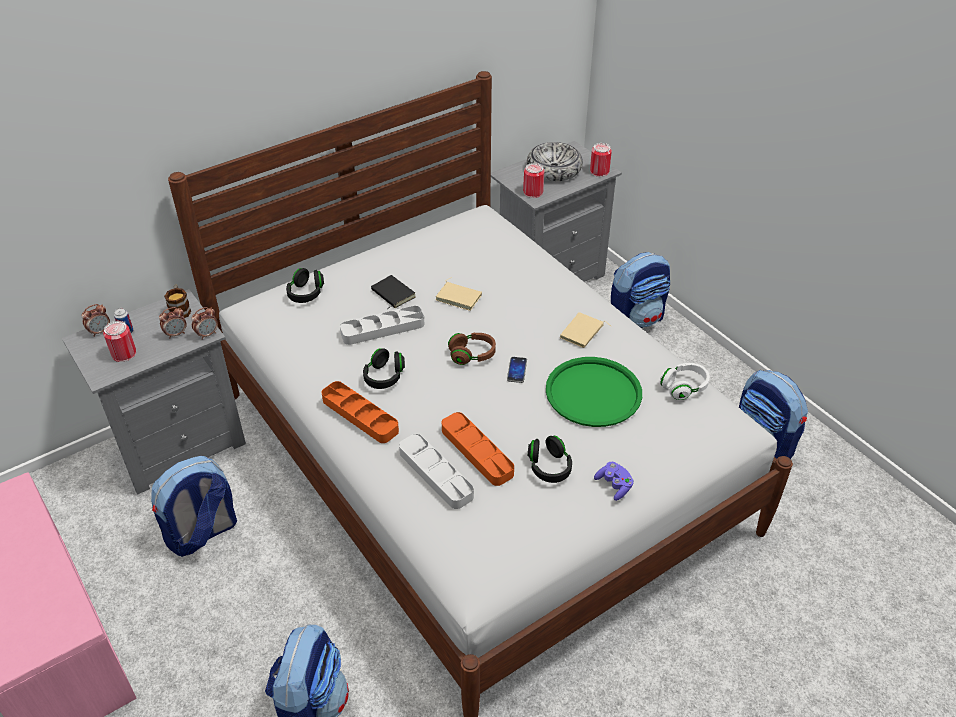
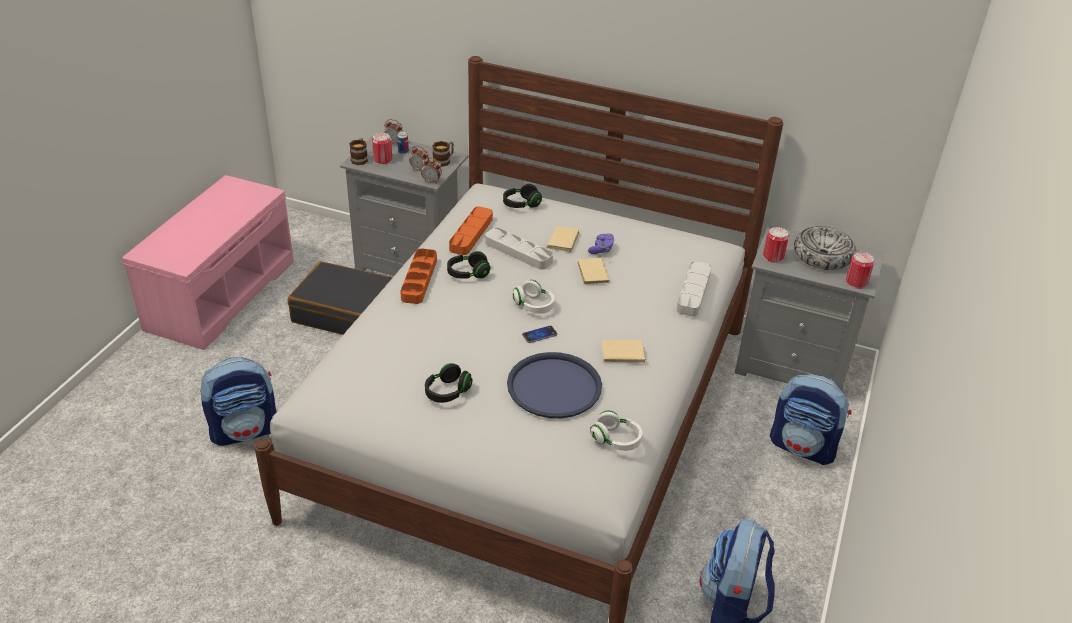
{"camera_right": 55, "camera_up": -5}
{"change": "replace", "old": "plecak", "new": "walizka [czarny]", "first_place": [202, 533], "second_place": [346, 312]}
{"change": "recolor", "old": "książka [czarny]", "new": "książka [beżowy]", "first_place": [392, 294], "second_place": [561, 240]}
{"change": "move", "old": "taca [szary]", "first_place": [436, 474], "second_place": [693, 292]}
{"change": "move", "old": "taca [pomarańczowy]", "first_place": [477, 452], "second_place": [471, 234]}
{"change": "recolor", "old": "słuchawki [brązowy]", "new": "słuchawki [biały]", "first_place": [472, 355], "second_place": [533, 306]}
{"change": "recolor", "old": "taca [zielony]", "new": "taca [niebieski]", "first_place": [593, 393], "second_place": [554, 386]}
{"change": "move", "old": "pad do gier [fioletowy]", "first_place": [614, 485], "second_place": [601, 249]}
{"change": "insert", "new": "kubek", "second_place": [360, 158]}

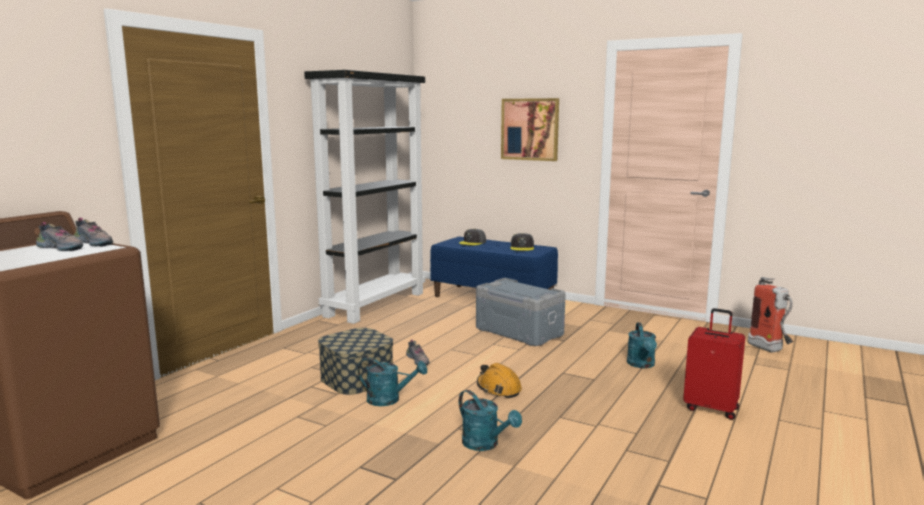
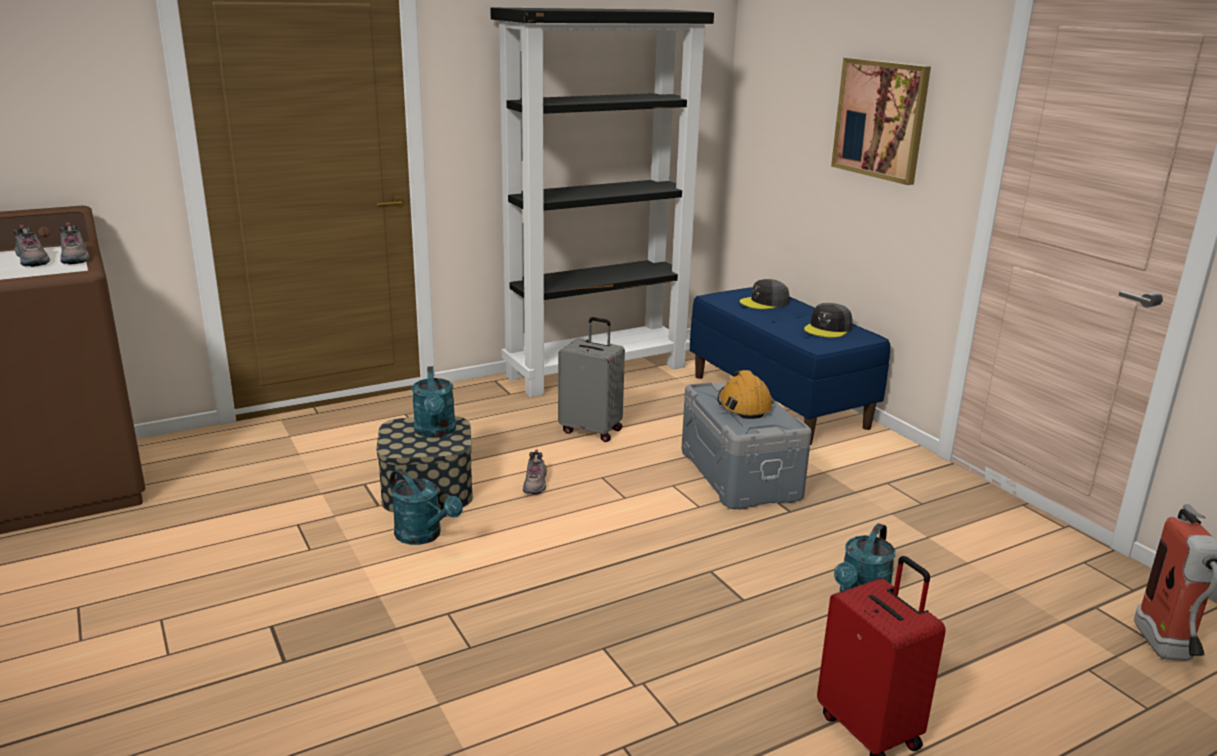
{"camera_right": 30, "camera_up": 10}
{"change": "move", "old": "konewka [turkusowy]", "first_place": [485, 444], "second_place": [435, 432]}
{"change": "move", "old": "kask [pomarańczowy]", "first_place": [498, 388], "second_place": [744, 405]}
{"change": "insert", "new": "walizka [szary]", "second_place": [592, 430]}

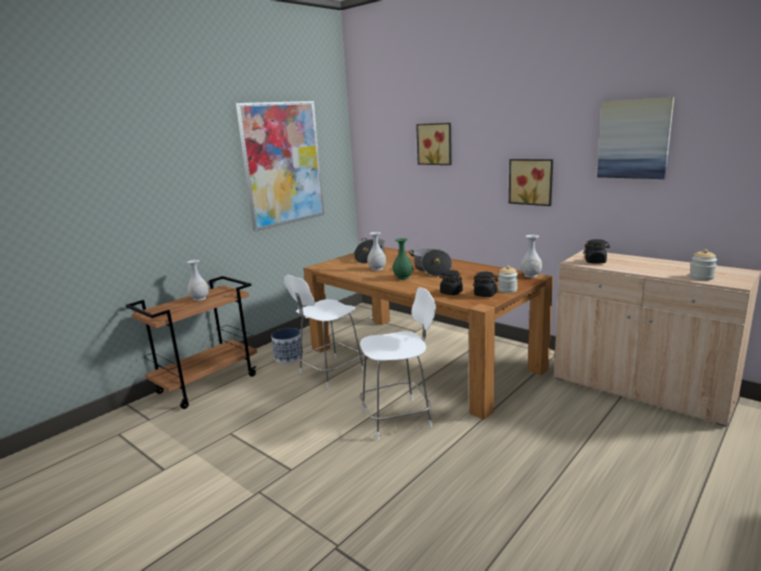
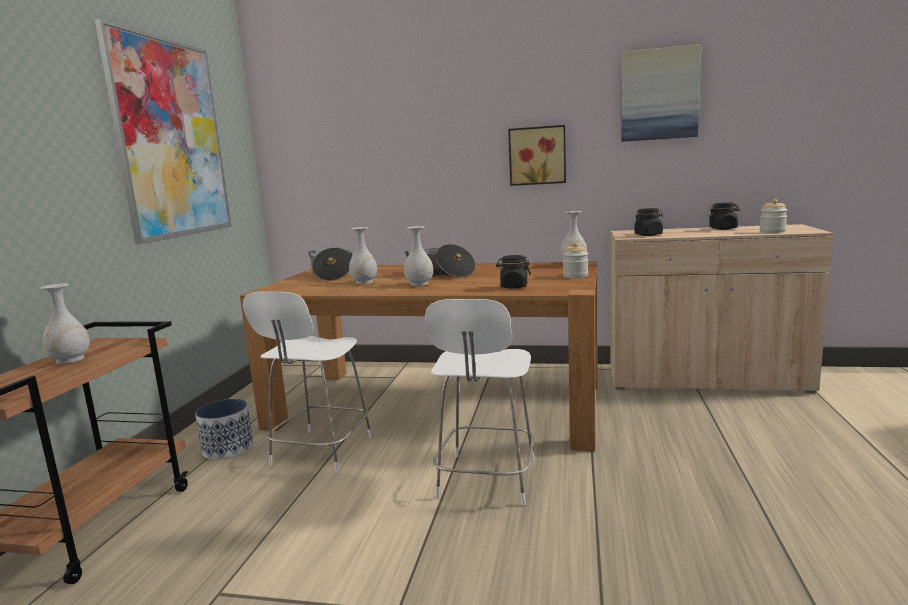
{"camera_right": -30, "camera_up": -5}
{"change": "rotate", "old": "krzesło [biały]", "first_place": [398, 418], "second_place": [486, 480], "degrees": 150}
{"change": "recolor", "old": "wazon [zielony]", "new": "wazon [biały]", "first_place": [403, 277], "second_place": [420, 284]}
{"change": "delete", "old": "obraz", "first_place": [435, 144]}
{"change": "move", "old": "słoik [czarny]", "first_place": [485, 294], "second_place": [723, 228]}

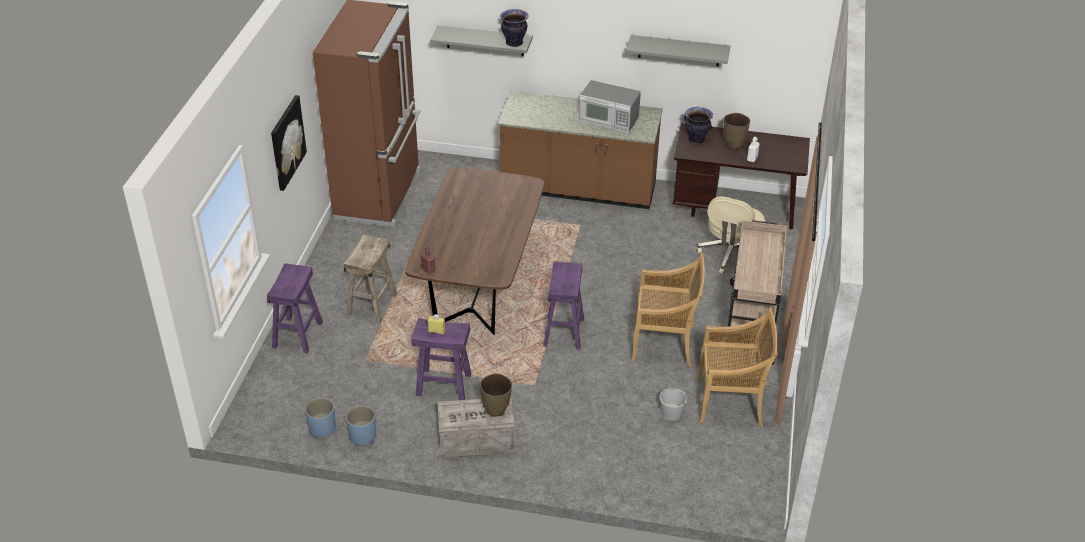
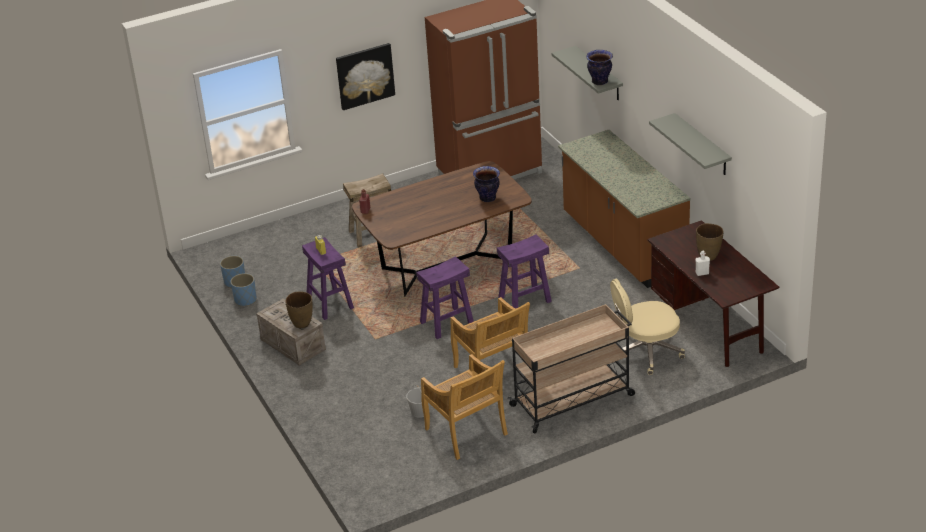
{"camera_right": 55, "camera_up": -5}
{"change": "move", "old": "stołek [fioletowy]", "first_place": [298, 335], "second_place": [524, 300]}
{"change": "delete", "old": "mikrofalówka", "first_place": [608, 120]}
{"change": "move", "old": "wazon", "first_place": [696, 139], "second_place": [488, 198]}

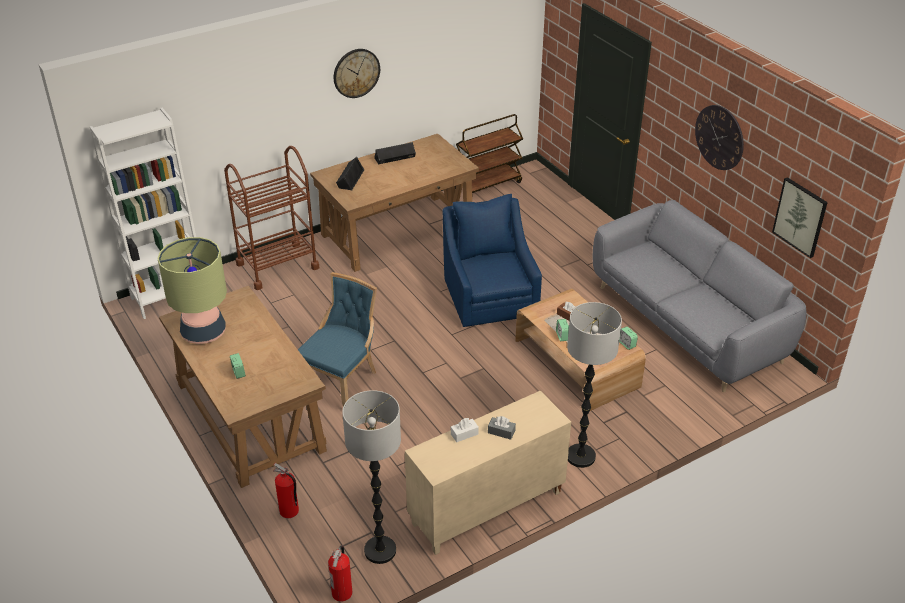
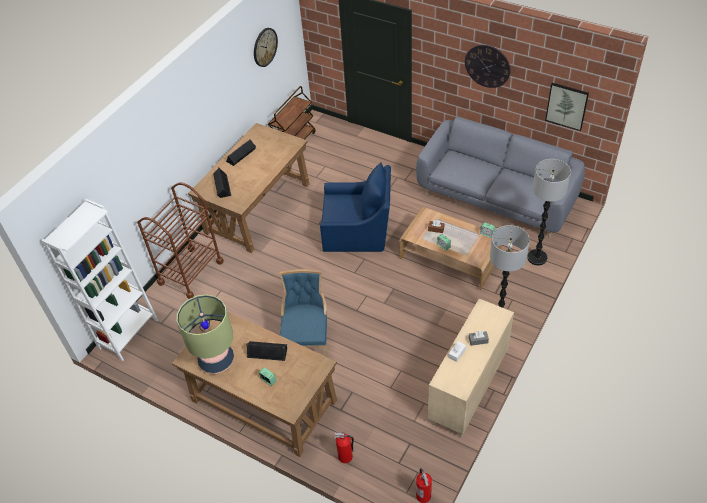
{"camera_right": -25, "camera_up": 10}
{"change": "move", "old": "zegar ścienny", "first_place": [356, 73], "second_place": [265, 47]}
{"change": "move", "old": "lampa stojąca", "first_place": [380, 550], "second_place": [537, 258]}
{"change": "rotate", "old": "fotel [niebieski]", "first_place": [489, 295], "second_place": [358, 231], "degrees": 135}
{"change": "insert", "new": "głośnik [czarny]", "second_place": [267, 352]}

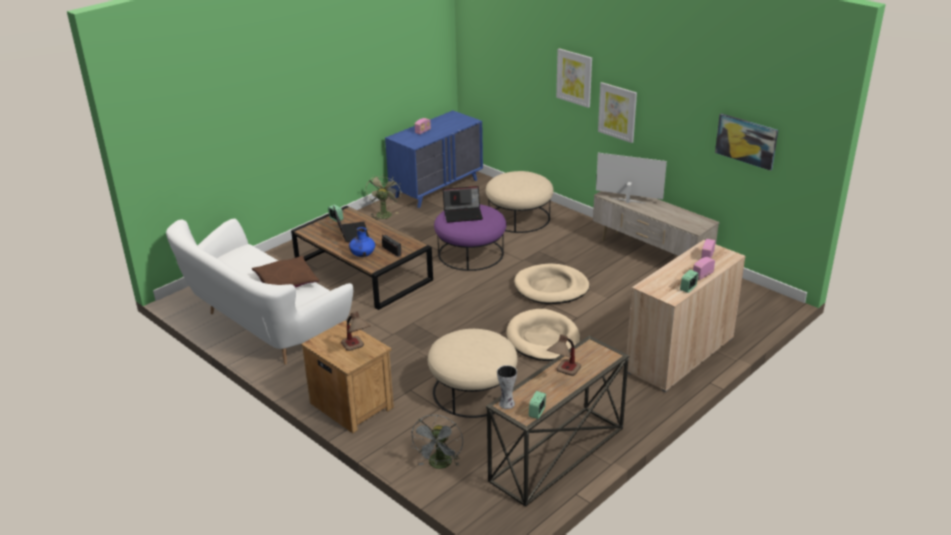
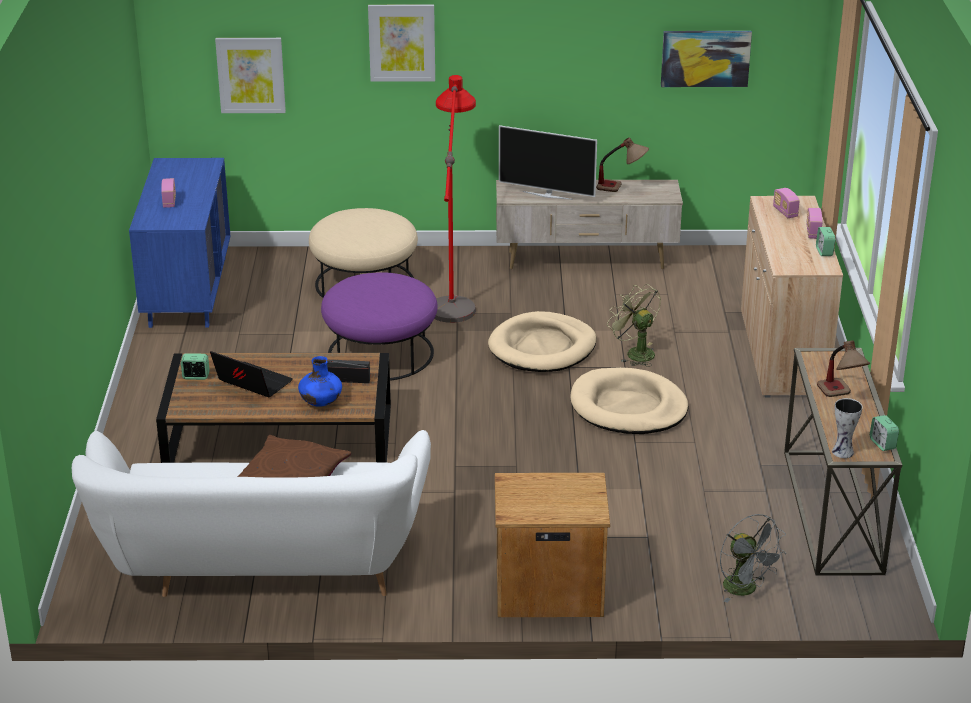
{"camera_right": -45, "camera_up": 0}
{"change": "move", "old": "lampa stołowa", "first_place": [357, 350], "second_place": [622, 188]}
{"change": "move", "old": "wentylator [zielony]", "first_place": [383, 213], "second_place": [635, 352]}
{"change": "delete", "old": "pufa [beżowy]", "first_place": [473, 391]}
{"change": "delete", "old": "laptop", "first_place": [463, 214]}
{"change": "rotate", "old": "telewizor", "first_place": [628, 201], "second_place": [547, 195], "degrees": -135}
{"change": "move", "old": "obraz", "first_place": [617, 112], "second_place": [251, 75]}
{"change": "insert", "new": "lampa stojąca [czerwony]", "second_place": [454, 293]}

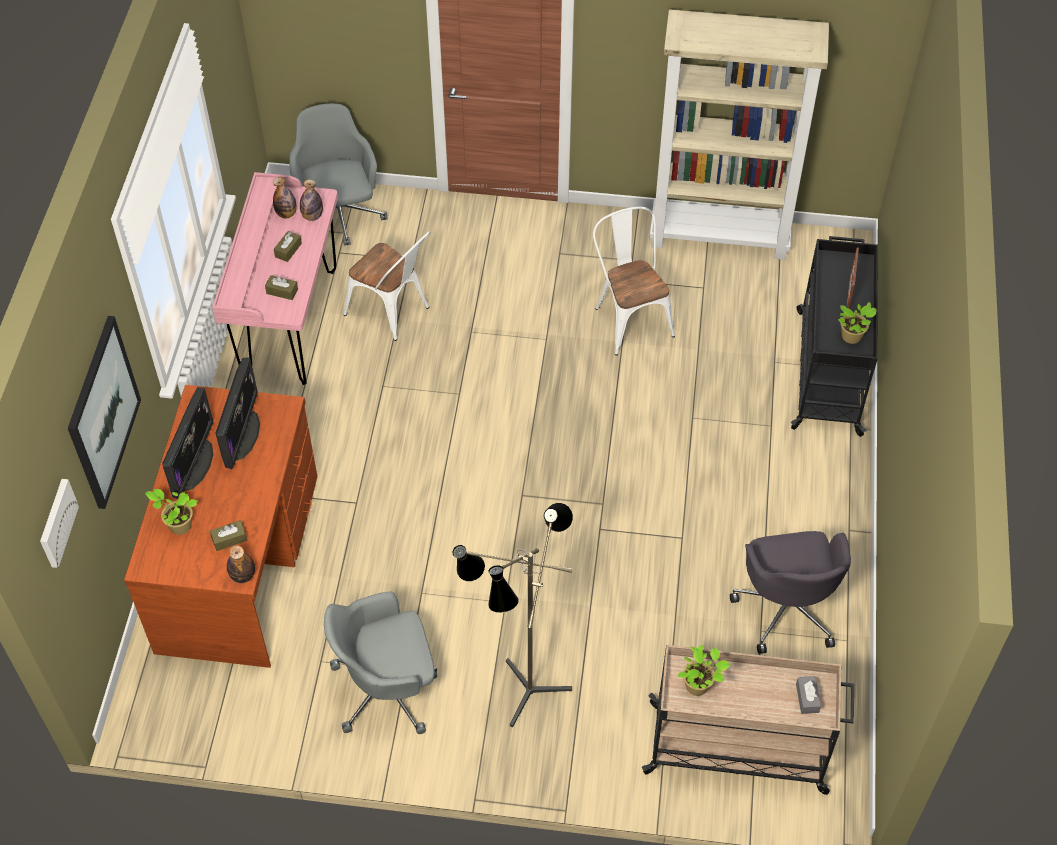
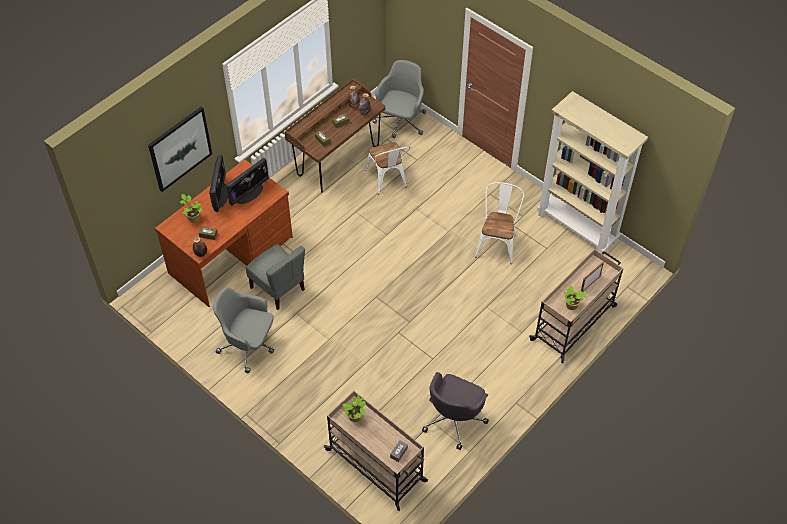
{"camera_right": 35, "camera_up": 0}
{"change": "delete", "old": "obraz", "first_place": [56, 522]}
{"change": "rotate", "old": "monitor", "first_place": [194, 464], "second_place": [220, 195], "degrees": -45}
{"change": "recolor", "old": "biurko [różowy]", "new": "biurko [brązowy]", "first_place": [290, 324], "second_place": [338, 161]}
{"change": "delete", "old": "lampa stojąca", "first_place": [521, 689]}
{"change": "recolor", "old": "wózek [czarny]", "new": "wózek [beżowy]", "first_place": [828, 370], "second_place": [574, 322]}
{"change": "insert", "new": "krzesło [szary]", "second_place": [278, 288]}

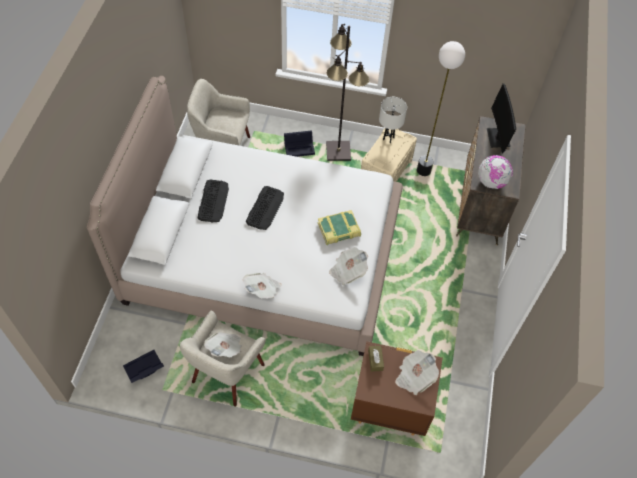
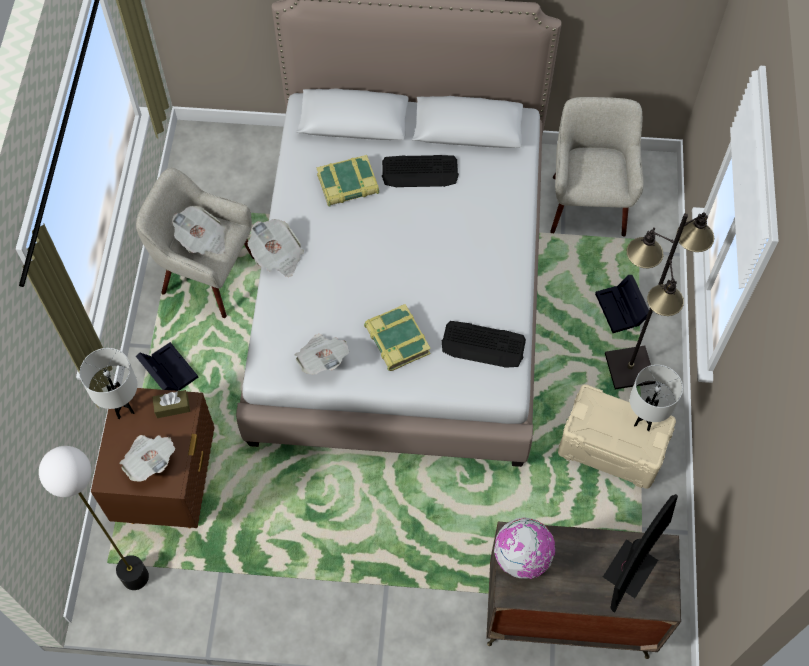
{"camera_right": 85, "camera_up": 5}
{"change": "move", "old": "pojemnik do przechowywania [czarny]", "first_place": [143, 370], "second_place": [167, 371]}
{"change": "move", "old": "klawiatura", "first_place": [265, 208], "second_place": [483, 345]}
{"change": "move", "old": "lampa stojąca", "first_place": [423, 171], "second_place": [134, 577]}
{"change": "rotate", "old": "monitor", "first_place": [498, 138], "second_place": [630, 569], "degrees": 135}
{"change": "insert", "new": "lampa stołowa [biały]", "second_place": [124, 409]}
{"change": "insert", "new": "książka", "second_place": [348, 185]}

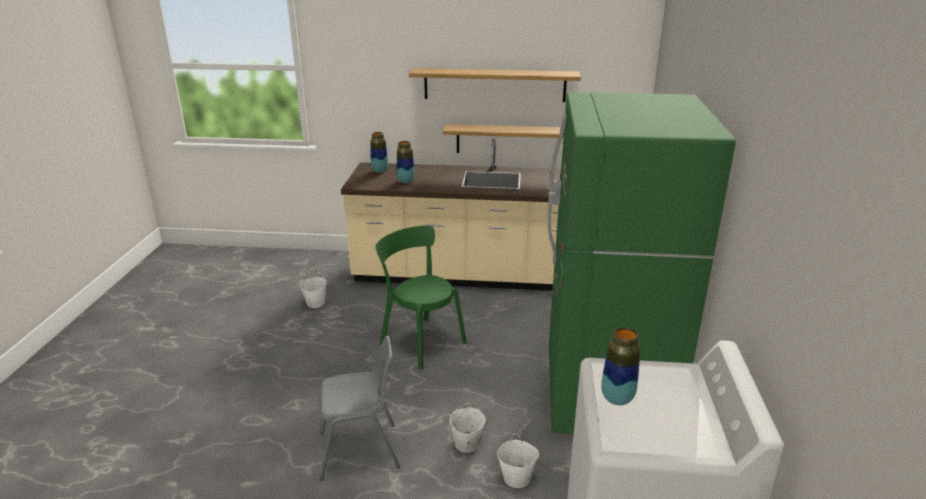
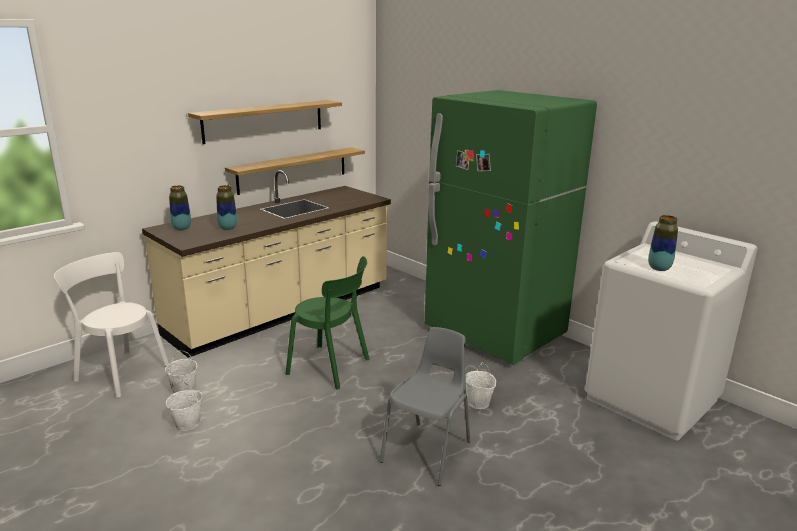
{"camera_right": -50, "camera_up": -5}
{"change": "rotate", "old": "krzesło [zielony]", "first_place": [420, 341], "second_place": [331, 367], "degrees": -150}
{"change": "move", "old": "wiadro [biały]", "first_place": [517, 478], "second_place": [188, 423]}
{"change": "insert", "new": "krzesło [biały]", "second_place": [120, 372]}

